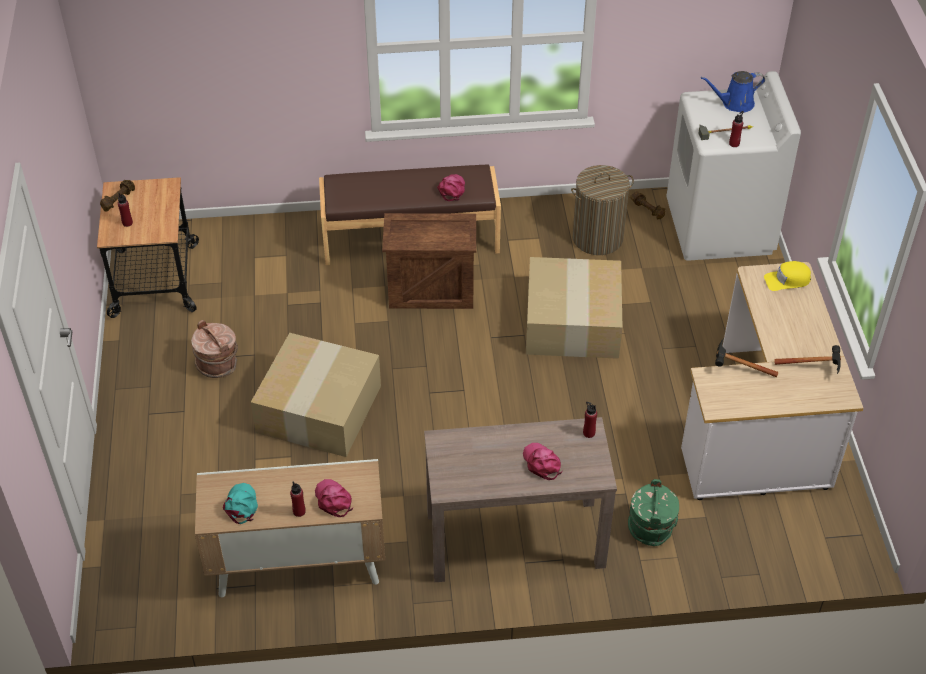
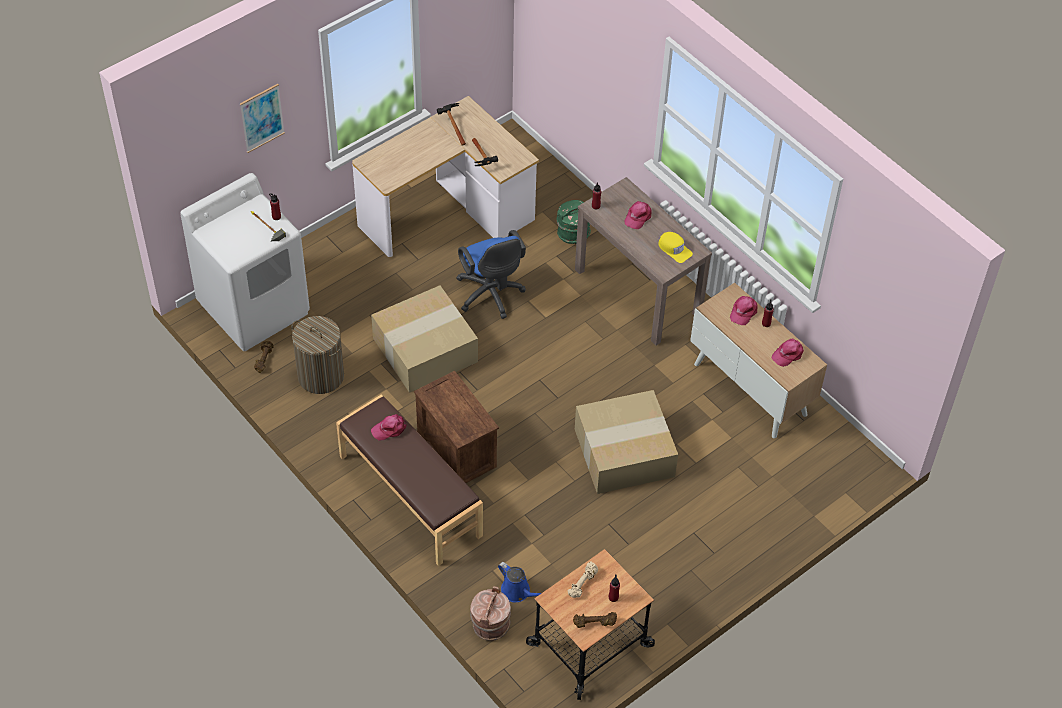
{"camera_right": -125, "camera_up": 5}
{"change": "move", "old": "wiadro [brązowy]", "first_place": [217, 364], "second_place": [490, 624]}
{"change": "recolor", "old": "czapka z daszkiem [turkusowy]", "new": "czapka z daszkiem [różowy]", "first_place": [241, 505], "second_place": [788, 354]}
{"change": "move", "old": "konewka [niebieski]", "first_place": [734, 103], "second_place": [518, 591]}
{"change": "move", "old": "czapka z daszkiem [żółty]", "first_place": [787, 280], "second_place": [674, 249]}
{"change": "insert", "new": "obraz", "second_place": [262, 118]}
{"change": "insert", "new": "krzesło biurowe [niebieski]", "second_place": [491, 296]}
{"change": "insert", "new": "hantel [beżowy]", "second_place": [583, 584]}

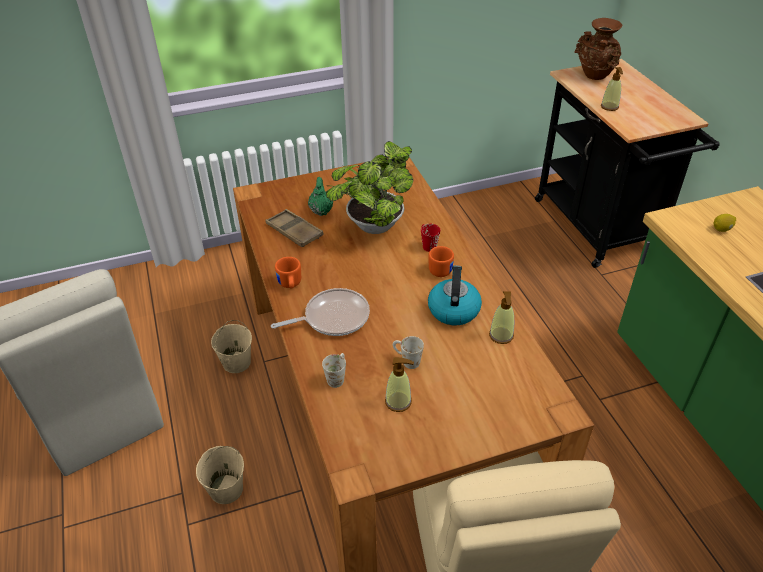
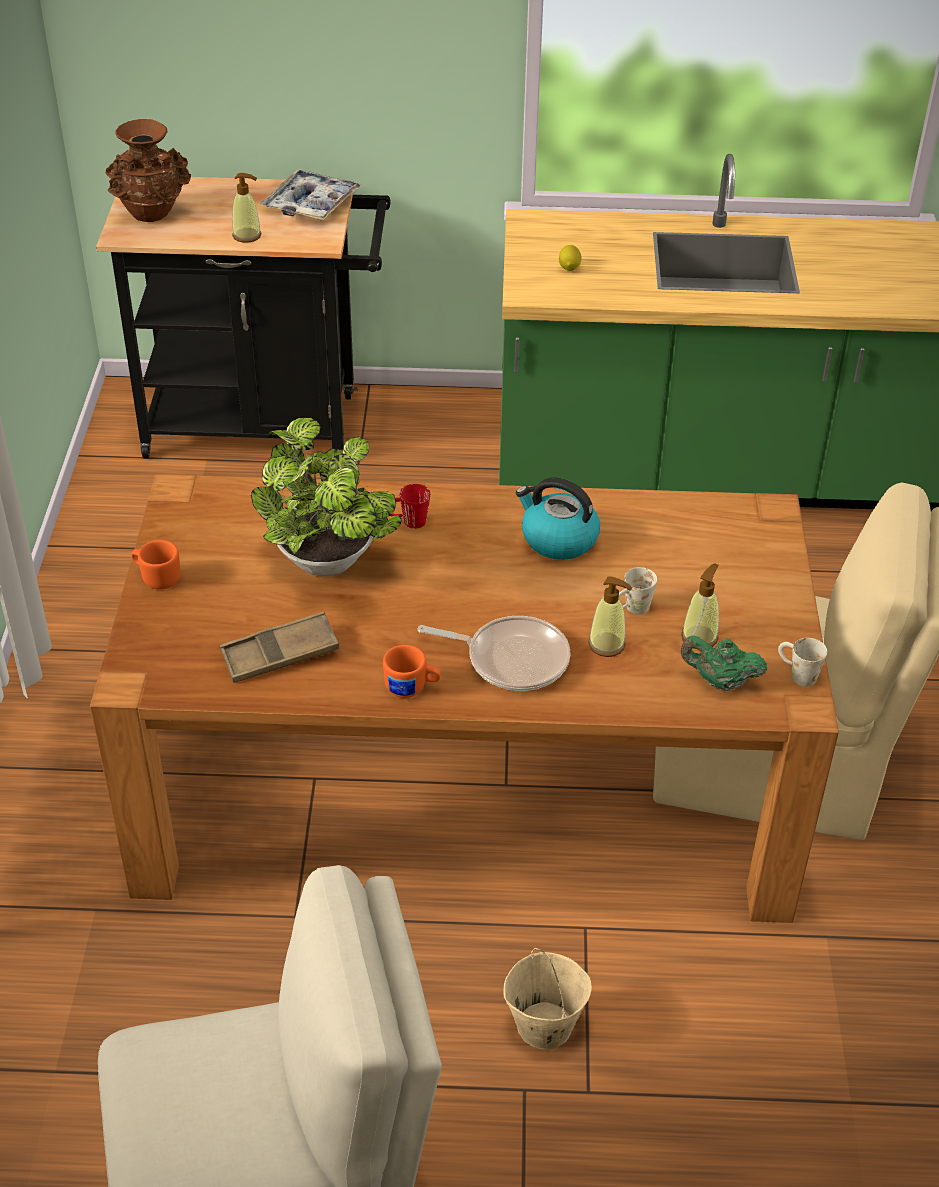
{"camera_right": -70, "camera_up": 0}
{"change": "delete", "old": "wiadro [beżowy]", "first_place": [236, 362]}
{"change": "rotate", "old": "patelnia", "first_place": [333, 317], "second_place": [511, 659], "degrees": 105}
{"change": "move", "old": "imbryk [zielony]", "first_place": [321, 210], "second_place": [720, 682]}
{"change": "move", "old": "kubek [biały]", "first_place": [337, 377], "second_place": [796, 674]}
{"change": "move", "old": "kubek [pomarańczowy]", "first_place": [441, 268], "second_place": [157, 577]}
{"change": "move", "old": "dozownik mydła", "first_place": [501, 335], "second_place": [607, 645]}
{"change": "insert", "new": "taca", "second_place": [311, 204]}

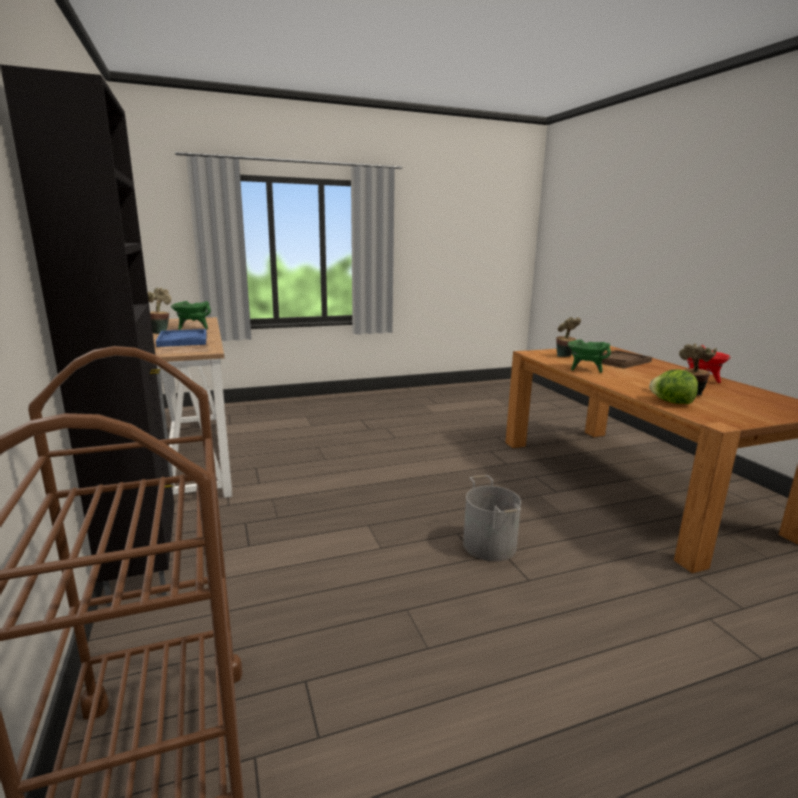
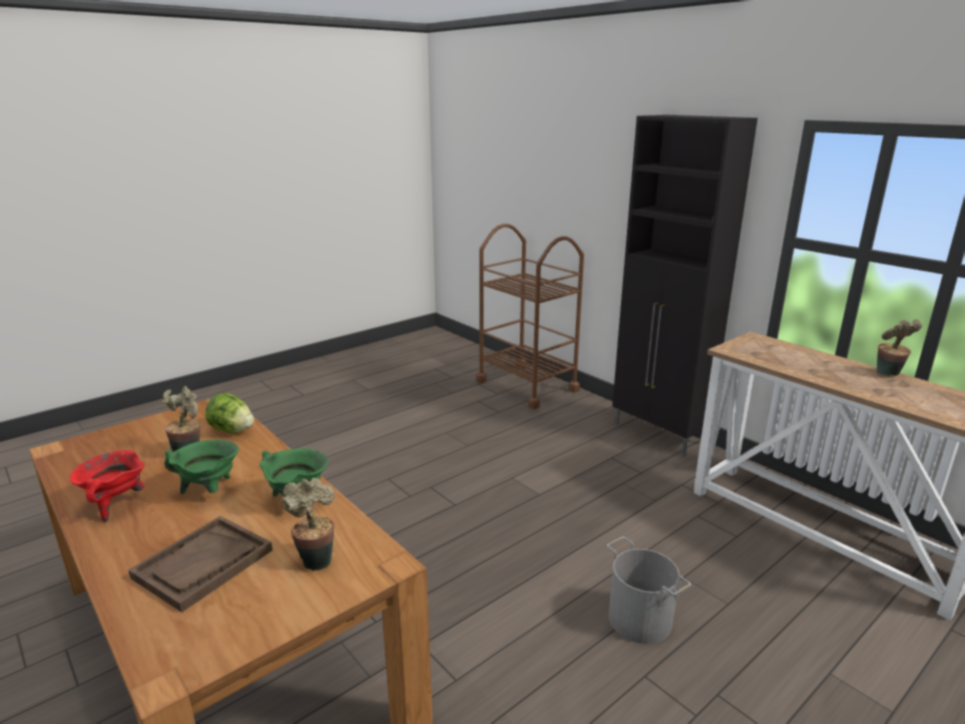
{"camera_right": 160, "camera_up": 5}
{"change": "delete", "old": "taca [niebieski]", "first_place": [182, 340]}
{"change": "move", "old": "garnek [zielony]", "first_place": [193, 328], "second_place": [210, 490]}
{"change": "move", "old": "wiadro [szary]", "first_place": [490, 545], "second_place": [639, 620]}

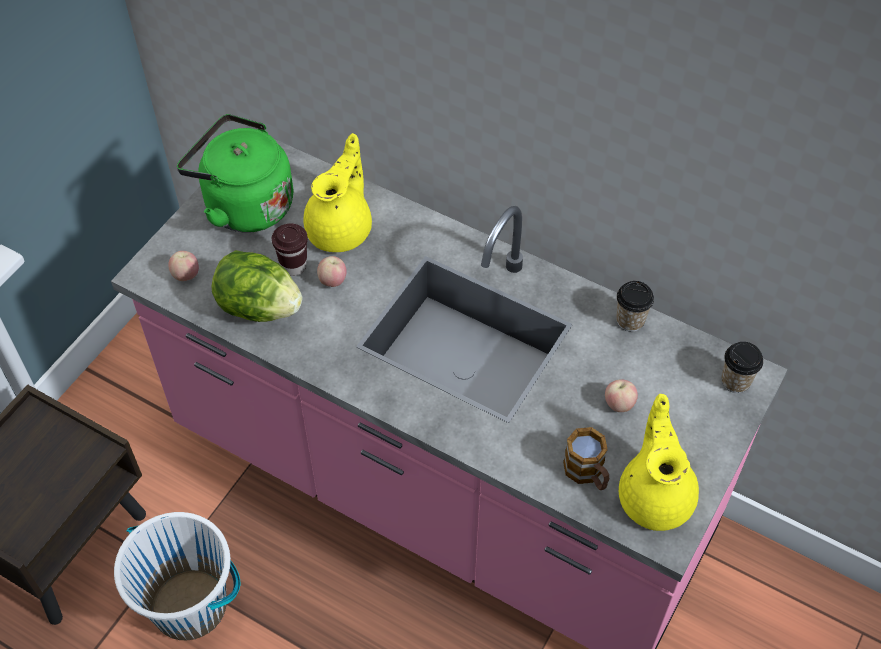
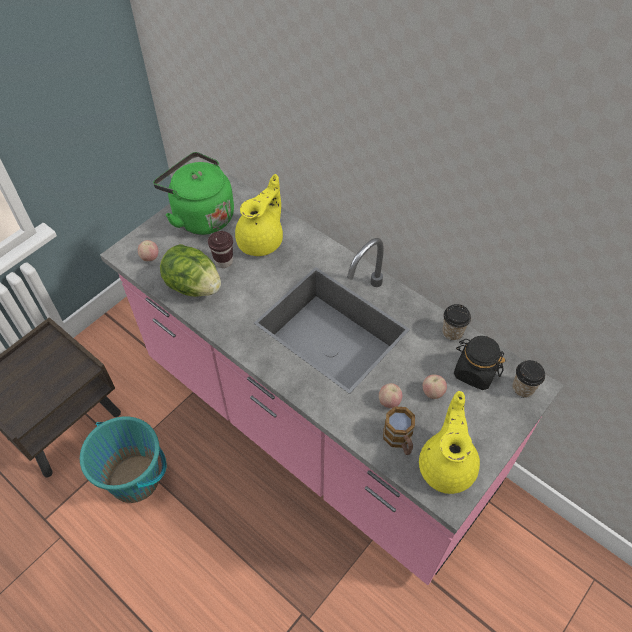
{"camera_right": 10, "camera_up": 0}
{"change": "recolor", "old": "wiadro [biały]", "new": "wiadro [turkusowy]", "first_place": [190, 605], "second_place": [135, 479]}
{"change": "move", "old": "jabłko", "first_place": [333, 281], "second_place": [389, 401]}
{"change": "insert", "new": "słoik [czarny]", "second_place": [474, 372]}

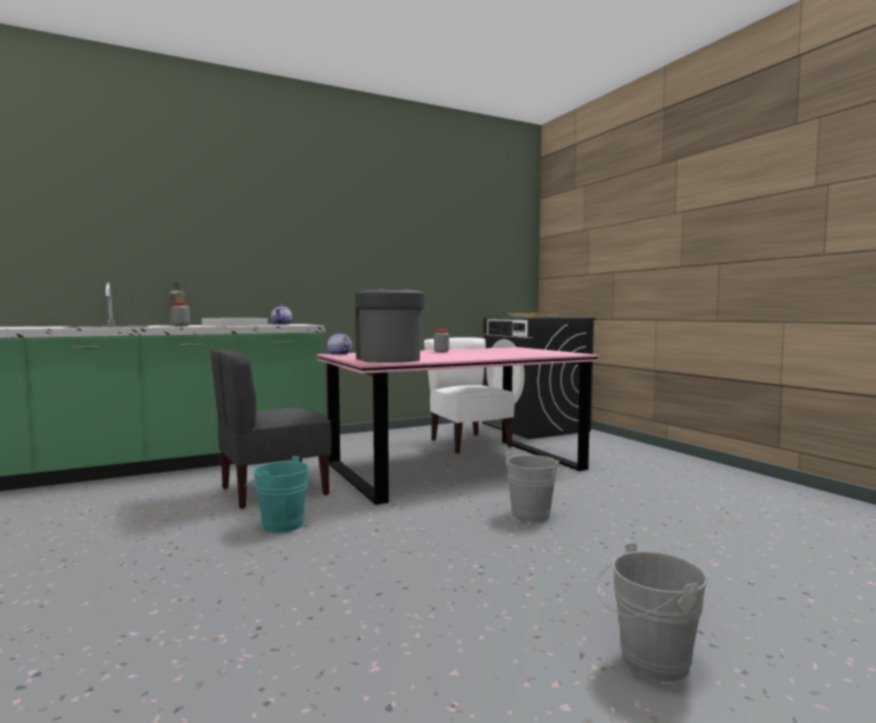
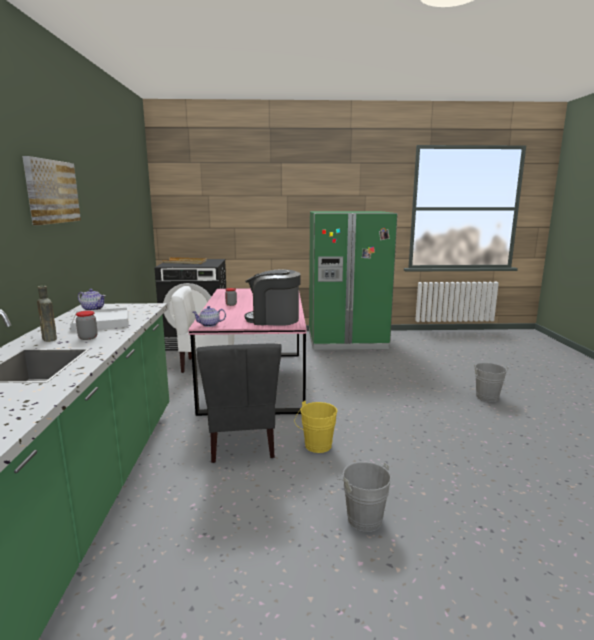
{"camera_right": -65, "camera_up": 10}
{"change": "recolor", "old": "wiadro [turkusowy]", "new": "wiadro [żółty]", "first_place": [278, 525], "second_place": [316, 447]}
{"change": "move", "old": "wiadro [szary]", "first_place": [532, 514], "second_place": [362, 517]}
{"change": "insert", "new": "obraz", "second_place": [51, 191]}
{"change": "insert", "new": "lodówka [zielony]", "second_place": [346, 340]}

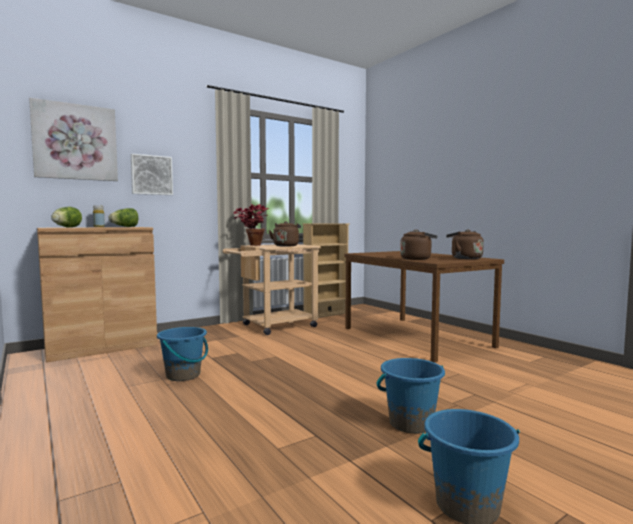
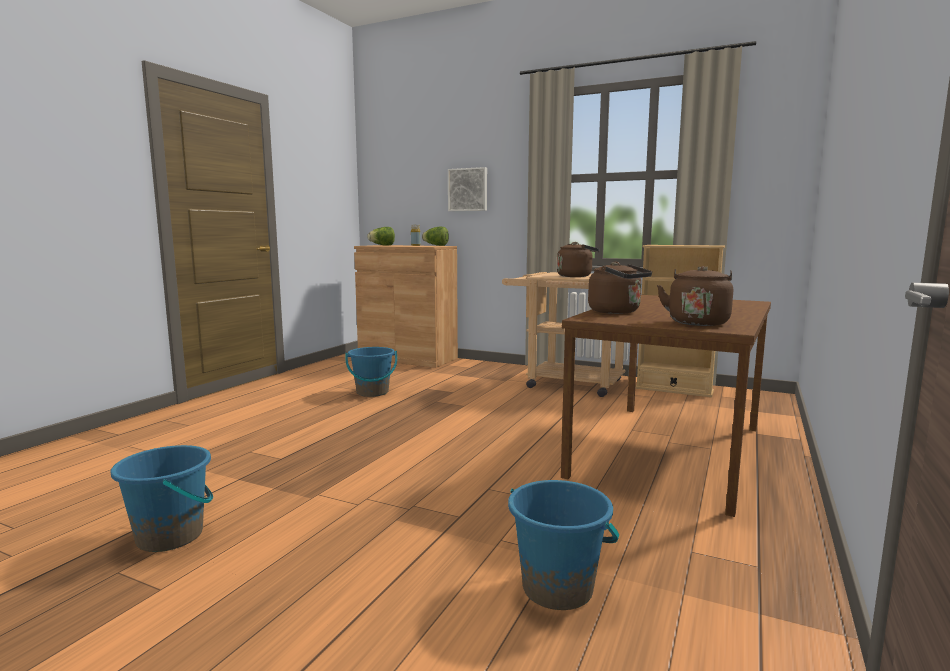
{"camera_right": 60, "camera_up": 5}
{"change": "delete", "old": "obraz", "first_place": [75, 142]}
{"change": "delete", "old": "roślina doniczkowa", "first_place": [251, 245]}
{"change": "move", "old": "wiadro [niebieski]", "first_place": [410, 423], "second_place": [558, 588]}

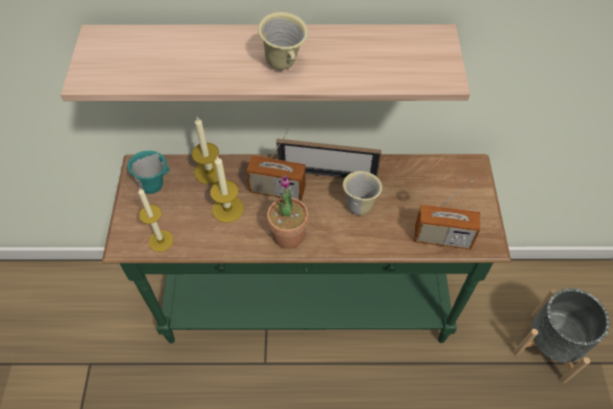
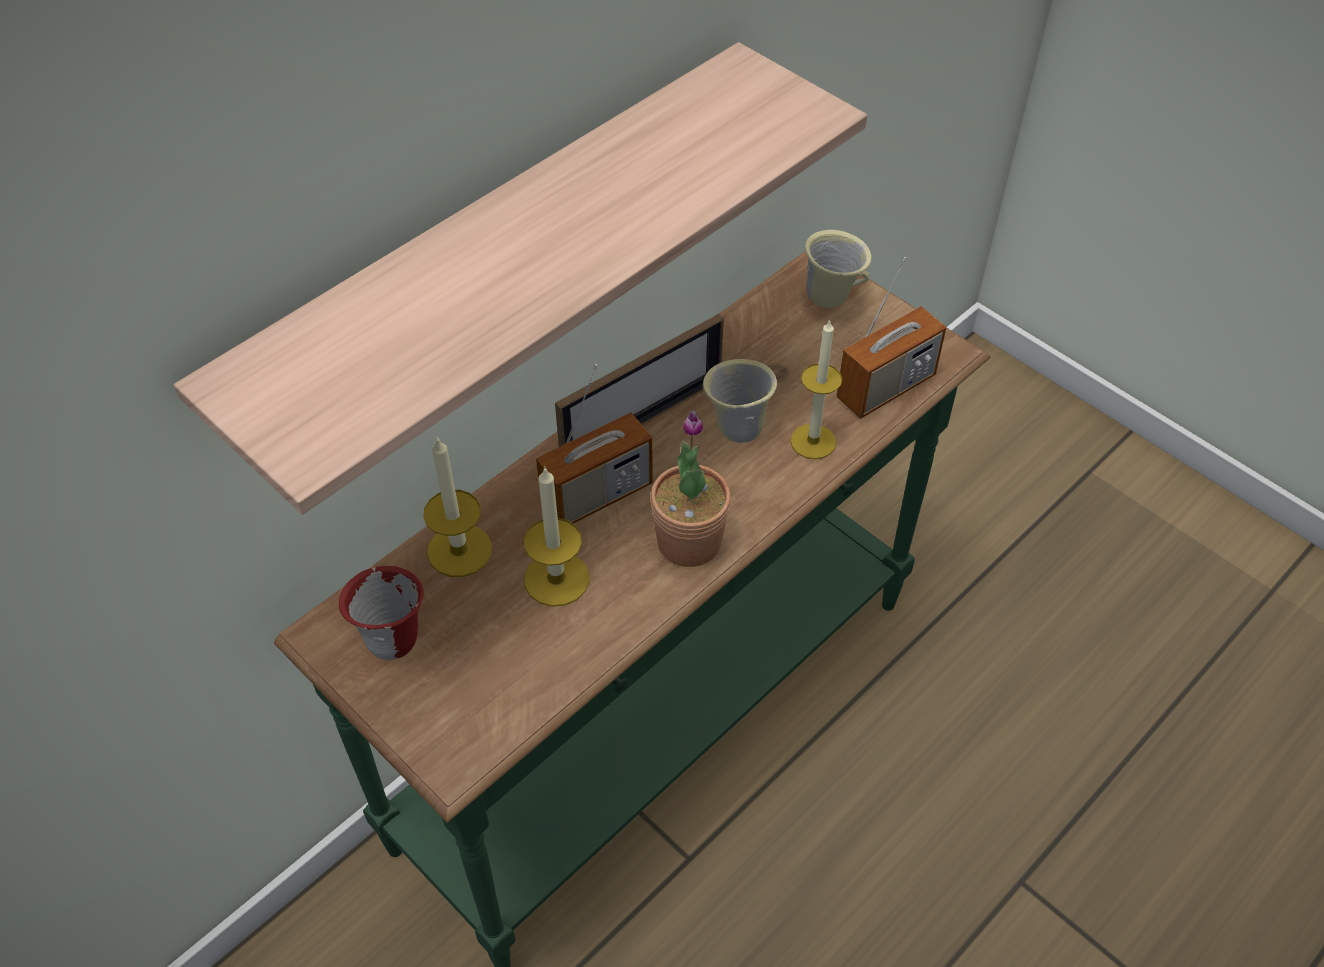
{"camera_right": -45, "camera_up": -5}
{"change": "recolor", "old": "kubek [turkusowy]", "new": "kubek [czerwony]", "first_place": [154, 185], "second_place": [393, 638]}
{"change": "move", "old": "świeca", "first_place": [161, 241], "second_place": [813, 441]}
{"change": "move", "old": "kubek [beżowy]", "first_place": [284, 65], "second_place": [831, 298]}
{"change": "delete", "old": "donica [szary]", "first_place": [548, 346]}

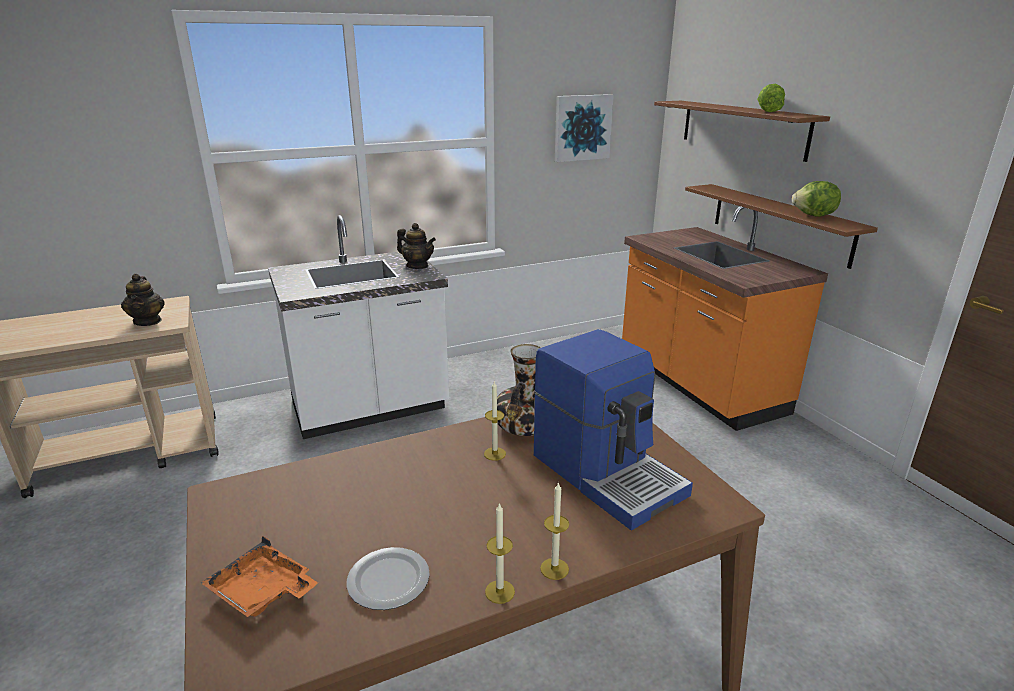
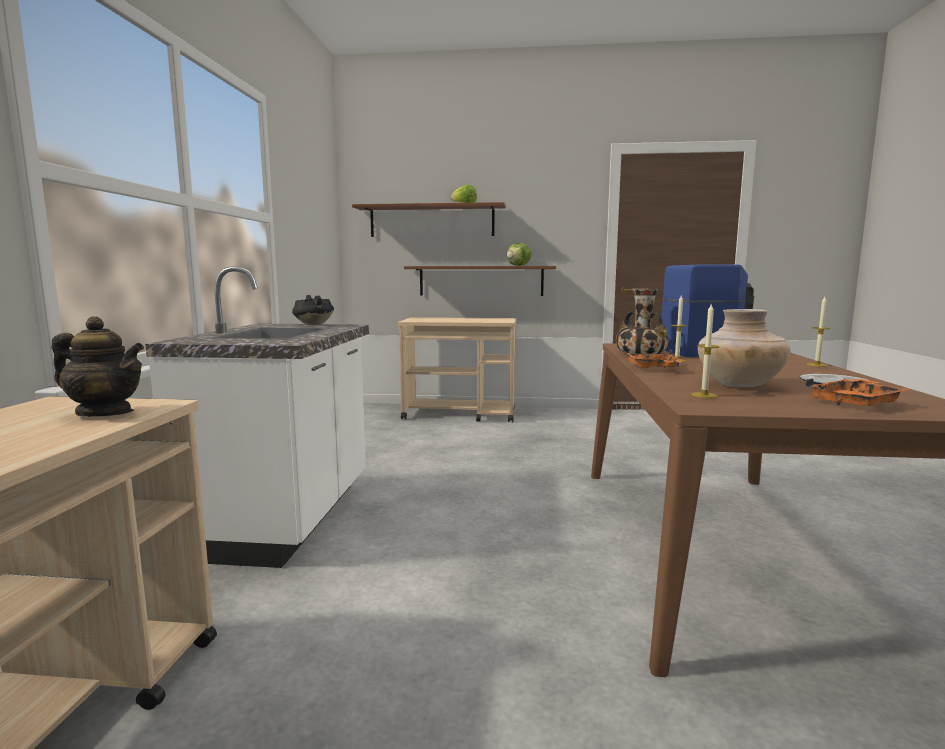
{"camera_right": -60, "camera_up": -15}
{"change": "replace", "old": "imbryk", "new": "garnek [czarny]", "first_place": [417, 266], "second_place": [313, 325]}
{"change": "move", "old": "świeca", "first_place": [500, 591], "second_place": [704, 395]}
{"change": "delete", "old": "obraz", "first_place": [582, 127]}
{"change": "replace", "old": "zabudowa kuchenna [pomarańczowy]", "new": "wózek [beżowy]", "first_place": [698, 384], "second_place": [460, 414]}
{"change": "insert", "new": "taca [pomarańczowy]", "second_place": [653, 368]}
{"change": "insert", "new": "wazon [beżowy]", "second_place": [739, 385]}

